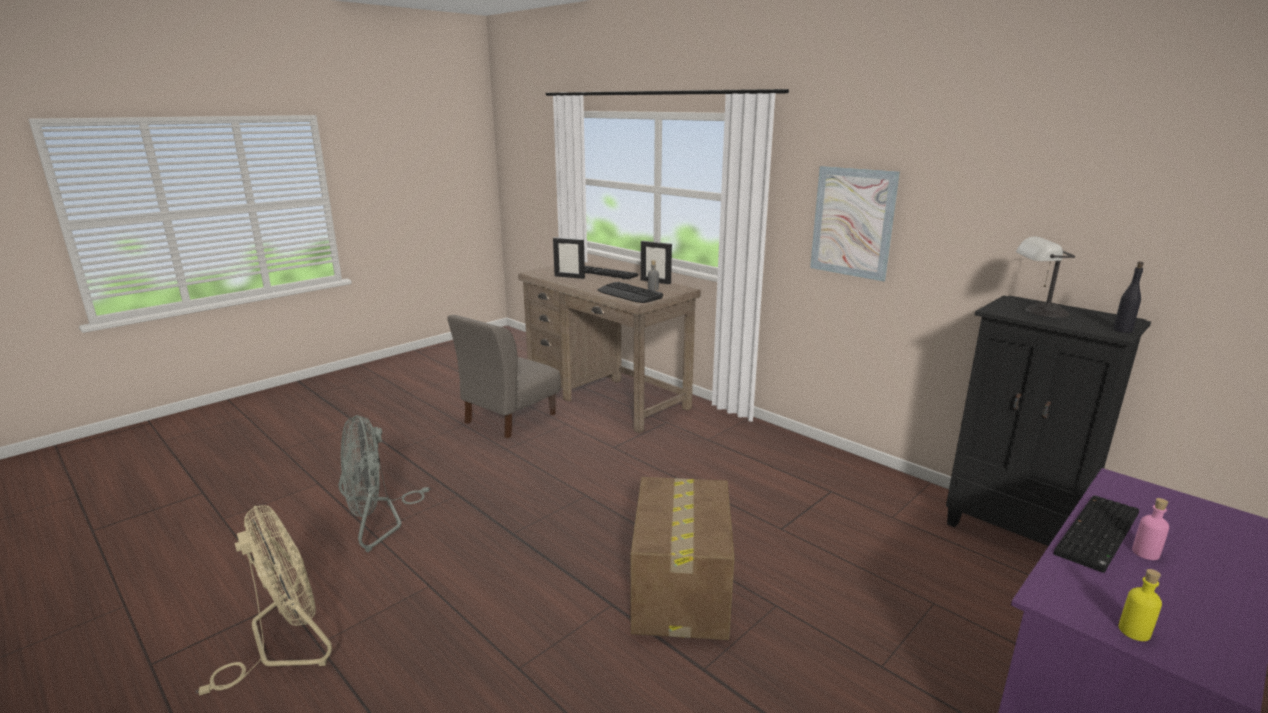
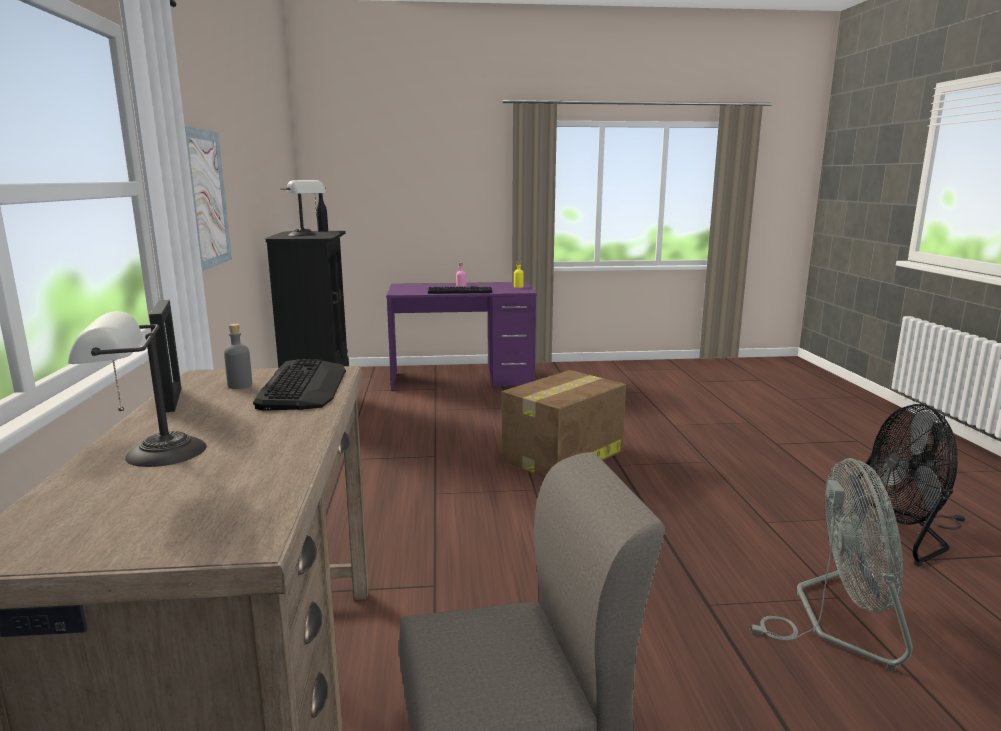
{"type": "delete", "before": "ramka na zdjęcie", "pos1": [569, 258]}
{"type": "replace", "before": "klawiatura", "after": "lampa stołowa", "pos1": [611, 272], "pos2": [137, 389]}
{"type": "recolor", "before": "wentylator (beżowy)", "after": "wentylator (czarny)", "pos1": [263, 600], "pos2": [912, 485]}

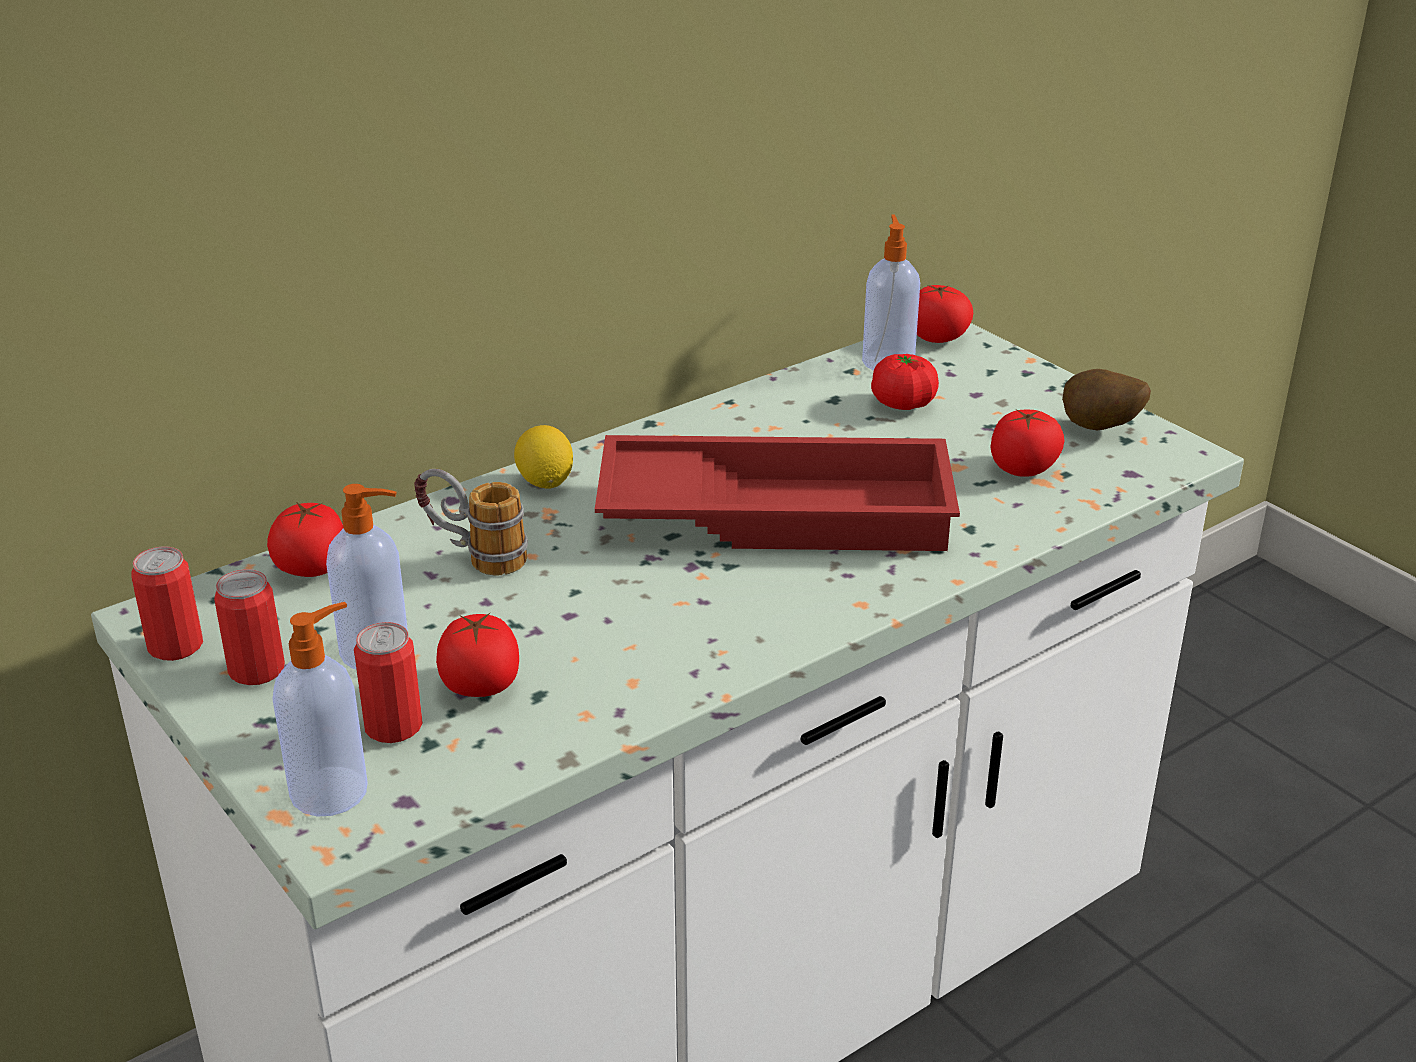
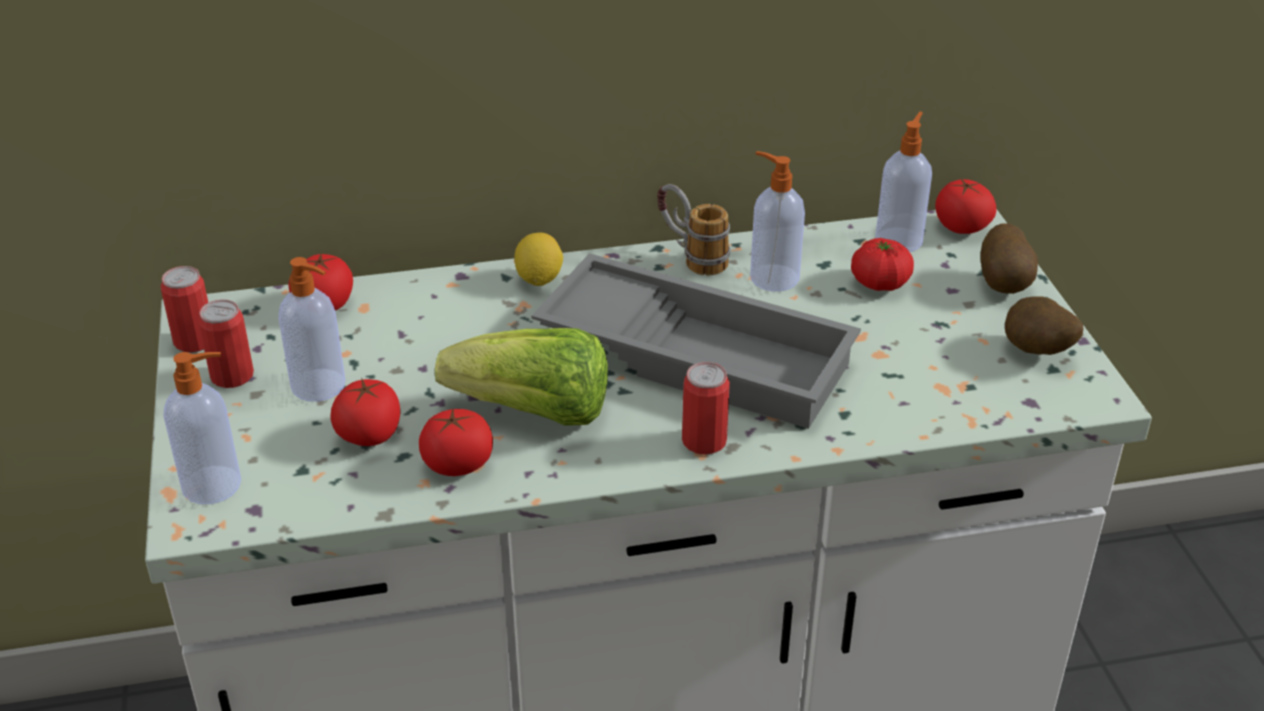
{"type": "move", "before": "pomidor", "pos1": [1027, 443], "pos2": [456, 442]}
{"type": "recolor", "before": "taca (czerwony)", "after": "taca (szary)", "pos1": [777, 493], "pos2": [696, 341]}
{"type": "move", "before": "kubek", "pos1": [471, 522], "pos2": [693, 229]}
{"type": "move", "before": "puszka", "pos1": [388, 682], "pos2": [706, 408]}
{"type": "insert", "after": "dozownik mydła", "pos2": [777, 221]}
{"type": "insert", "after": "ziemniak", "pos2": [1009, 258]}
{"type": "insert", "after": "sałata", "pos2": [521, 377]}

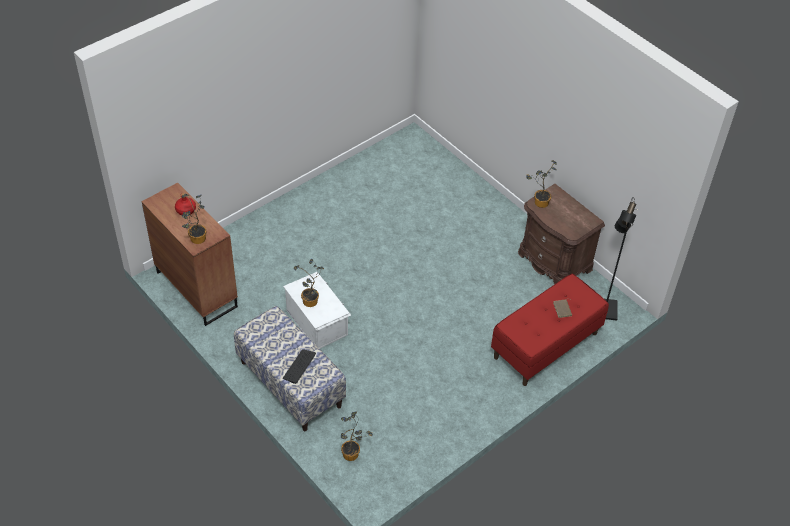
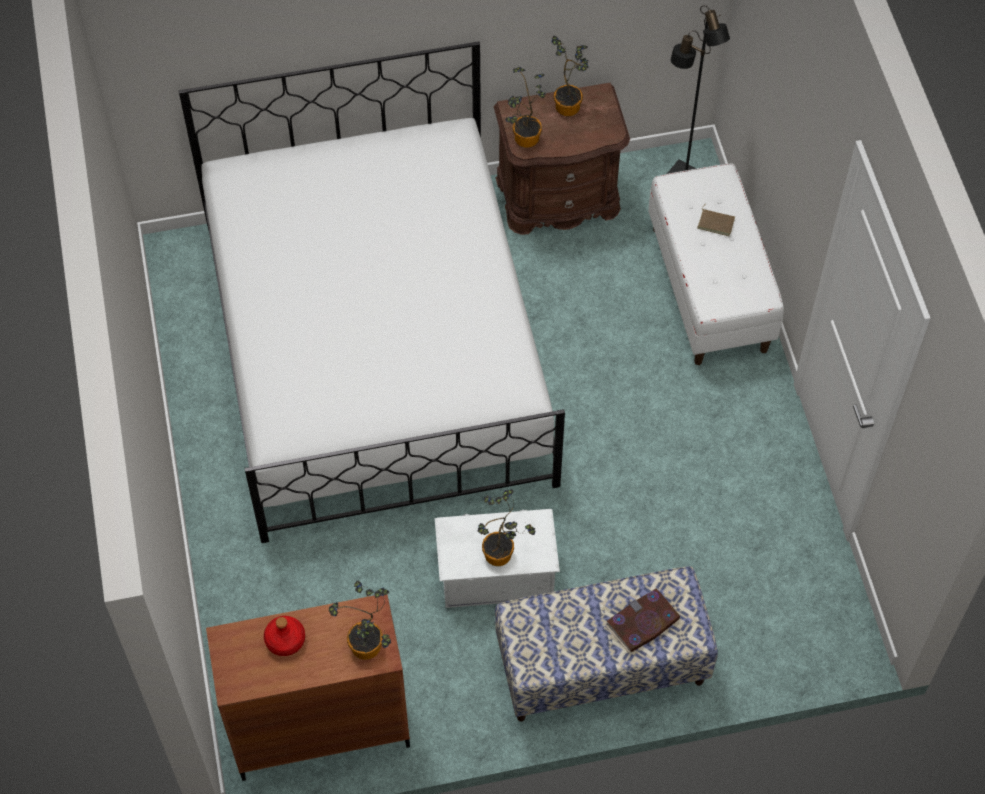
{"type": "recolor", "before": "ławka (czerwony)", "after": "ławka (biały)", "pos1": [550, 329], "pos2": [716, 264]}
{"type": "replace", "before": "klawiatura", "after": "książka", "pos1": [299, 367], "pos2": [643, 620]}
{"type": "move", "before": "roślina doniczkowa", "pos1": [357, 436], "pos2": [570, 76]}
{"type": "insert", "after": "łóżko (biały)", "pos2": [372, 292]}

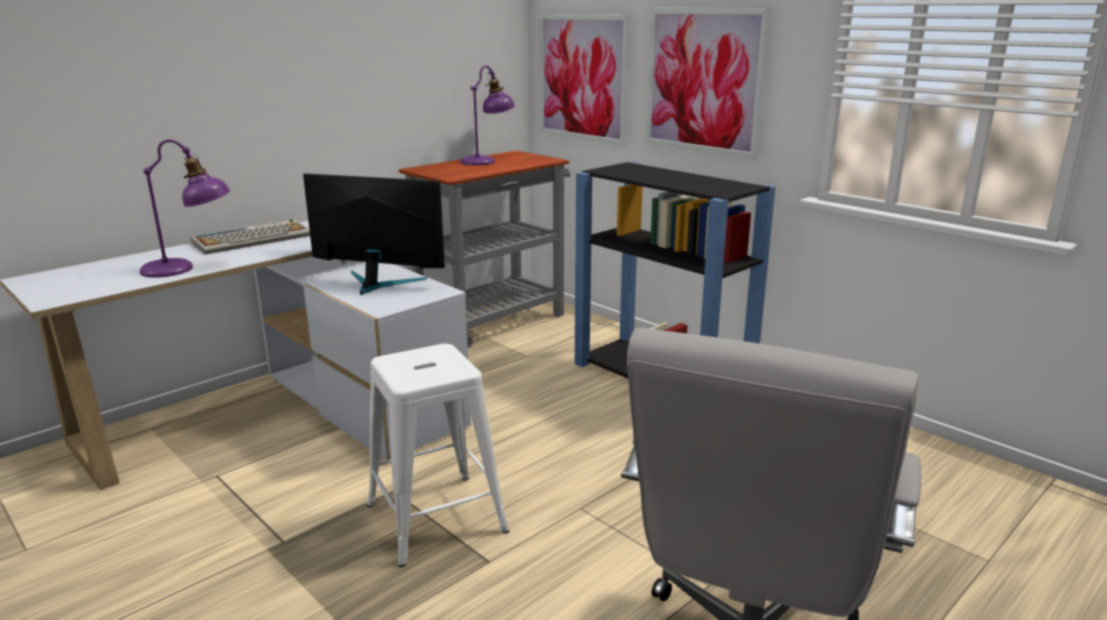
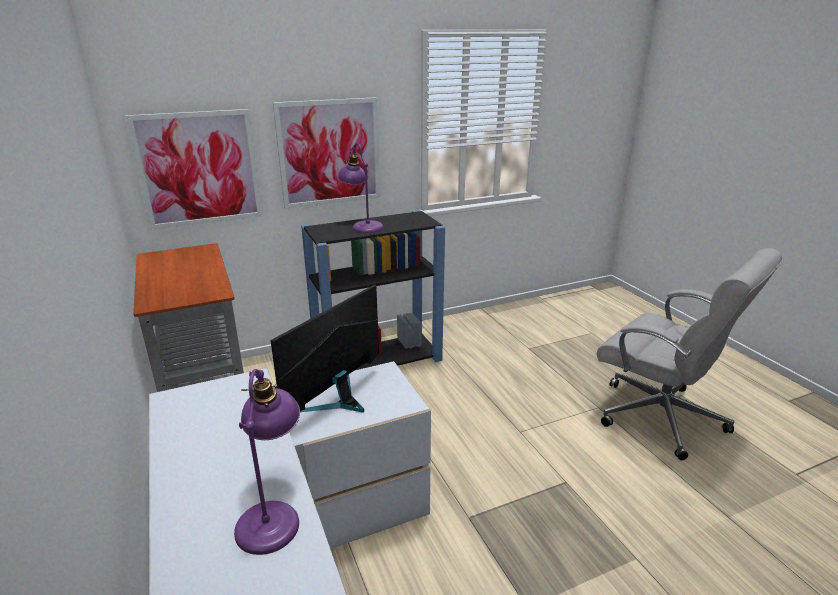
{"type": "move", "before": "lampa stołowa (fioletowy)", "pos1": [487, 115], "pos2": [360, 188]}
{"type": "delete", "before": "klawiatura", "pos1": [250, 237]}
{"type": "delete", "before": "stołek (biały)", "pos1": [438, 455]}

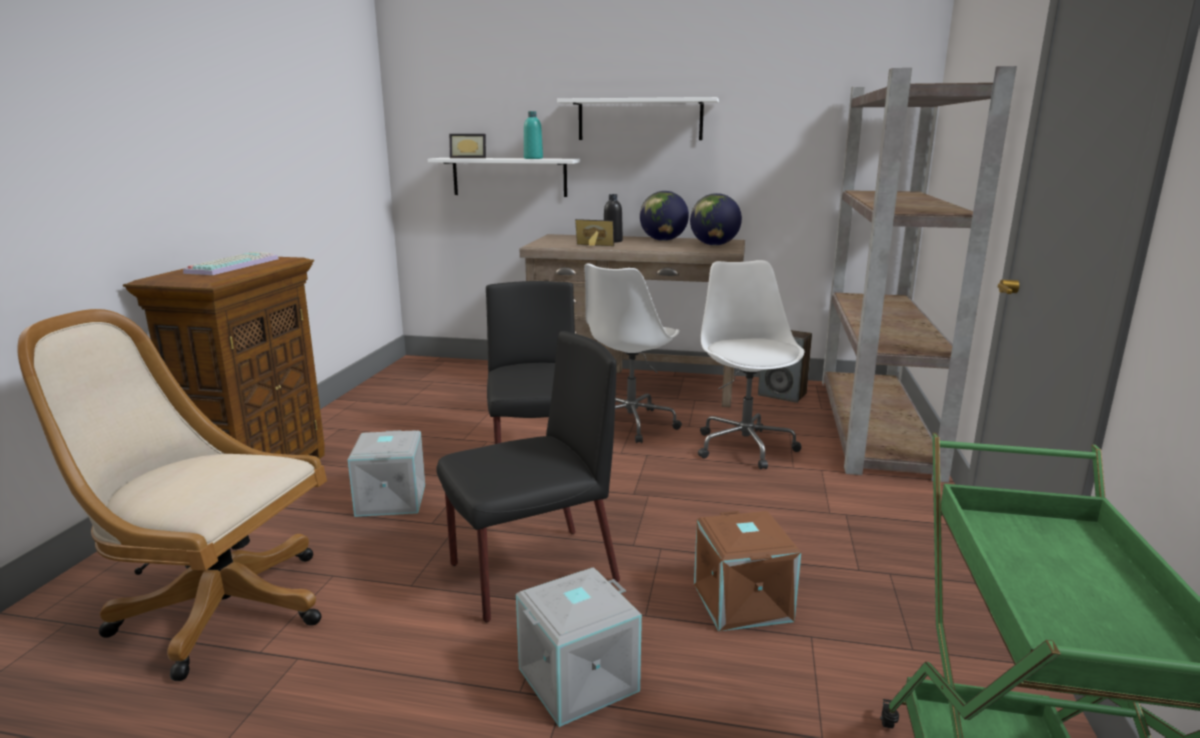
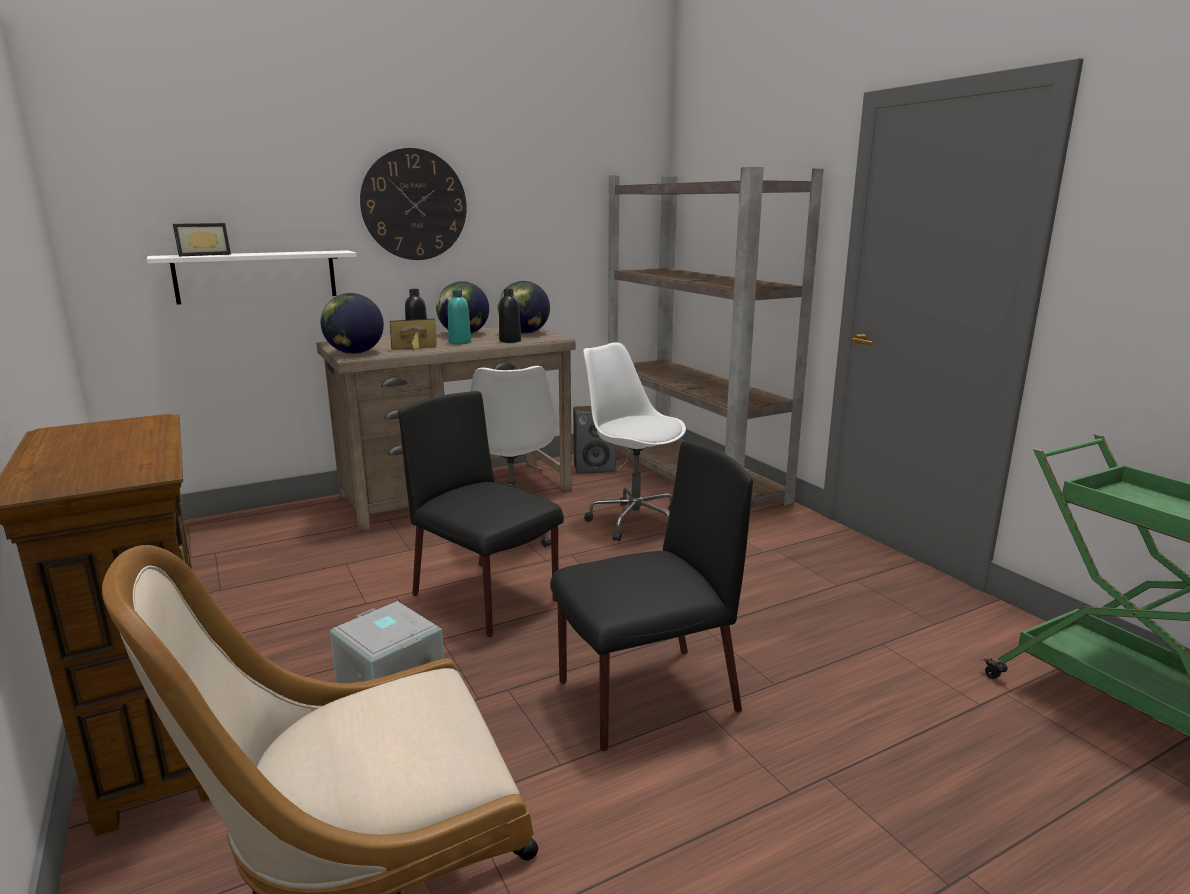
{"type": "replace", "before": "półka (biały)", "after": "zegar ścienny", "pos1": [638, 118], "pos2": [413, 204]}
{"type": "move", "before": "butelka (turkusowy)", "pos1": [533, 135], "pos2": [459, 317]}
{"type": "delete", "before": "klawiatura", "pos1": [231, 263]}
{"type": "rotate", "before": "krzesło (czarny)", "pos1": [528, 476], "pos2": [651, 595], "turn": 45}
{"type": "delete", "before": "pojemnik do przechowywania (brązowy)", "pos1": [747, 571]}
{"type": "delete", "before": "pojemnik do przechowywania (szary)", "pos1": [579, 647]}
{"type": "insert", "after": "butelka (czarny)", "pos2": [510, 316]}
{"type": "insert", "after": "globus", "pos2": [352, 323]}

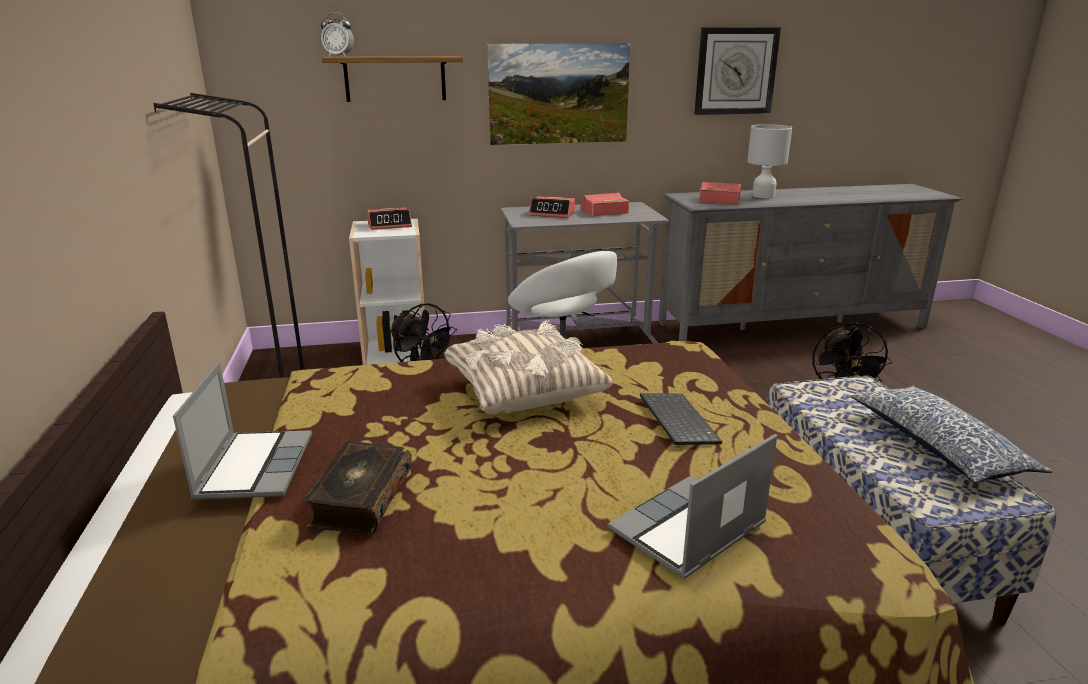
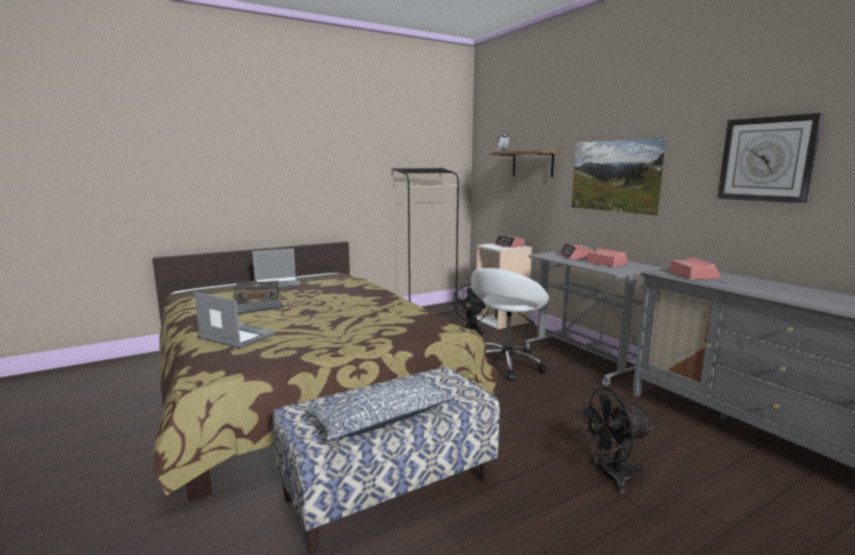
{"type": "delete", "before": "lampa stołowa (szary)", "pos1": [769, 161]}
{"type": "delete", "before": "poduszka (beżowy)", "pos1": [528, 367]}
{"type": "move", "before": "klawiatura", "pos1": [681, 419], "pos2": [261, 306]}

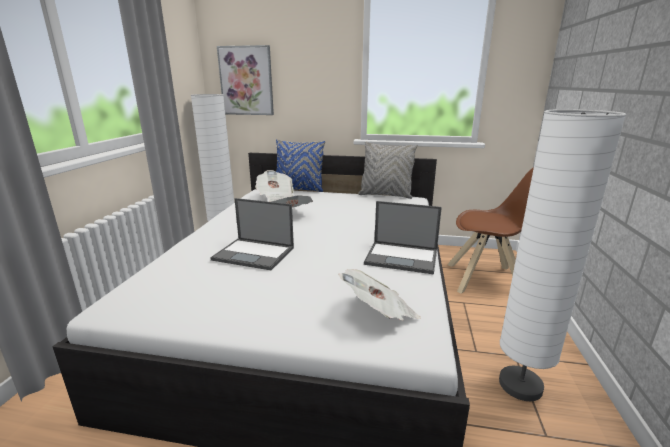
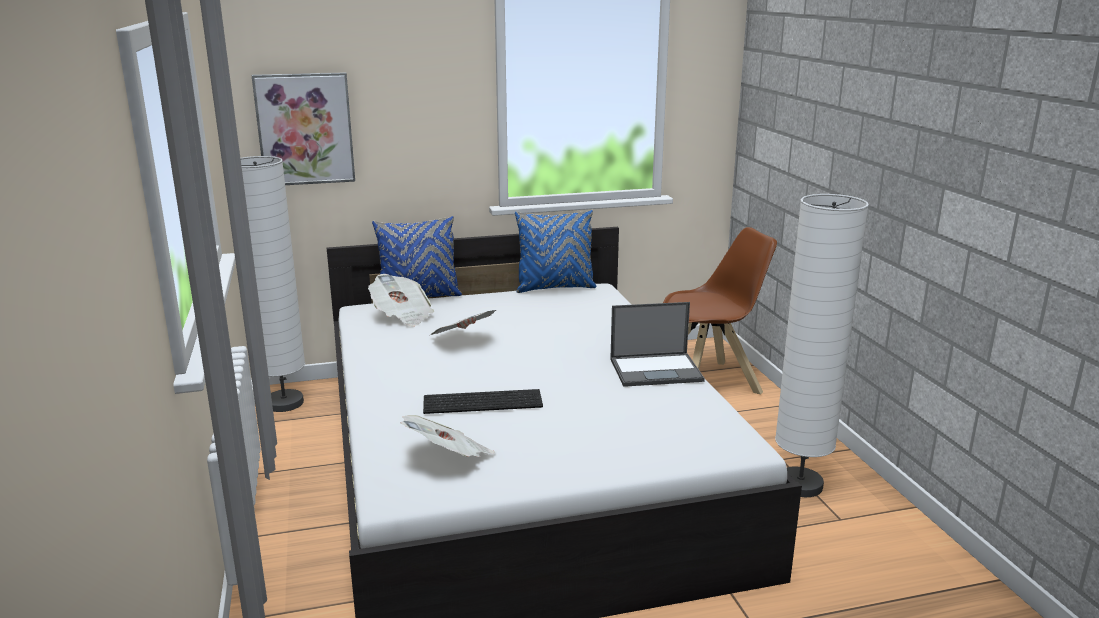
{"type": "recolor", "before": "poduszka (szary)", "after": "poduszka (niebieski)", "pos1": [388, 170], "pos2": [555, 251]}
{"type": "replace", "before": "laptop", "after": "klawiatura", "pos1": [252, 234], "pos2": [483, 401]}
{"type": "move", "before": "gazeta", "pos1": [379, 295], "pos2": [447, 436]}

